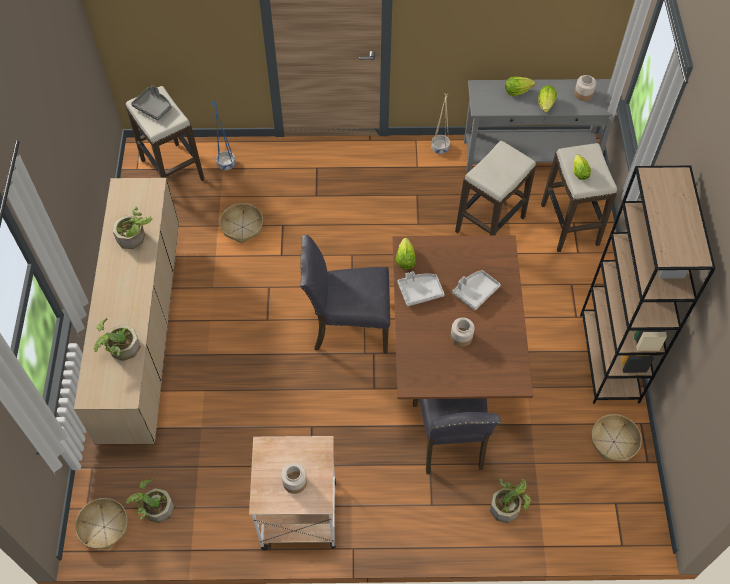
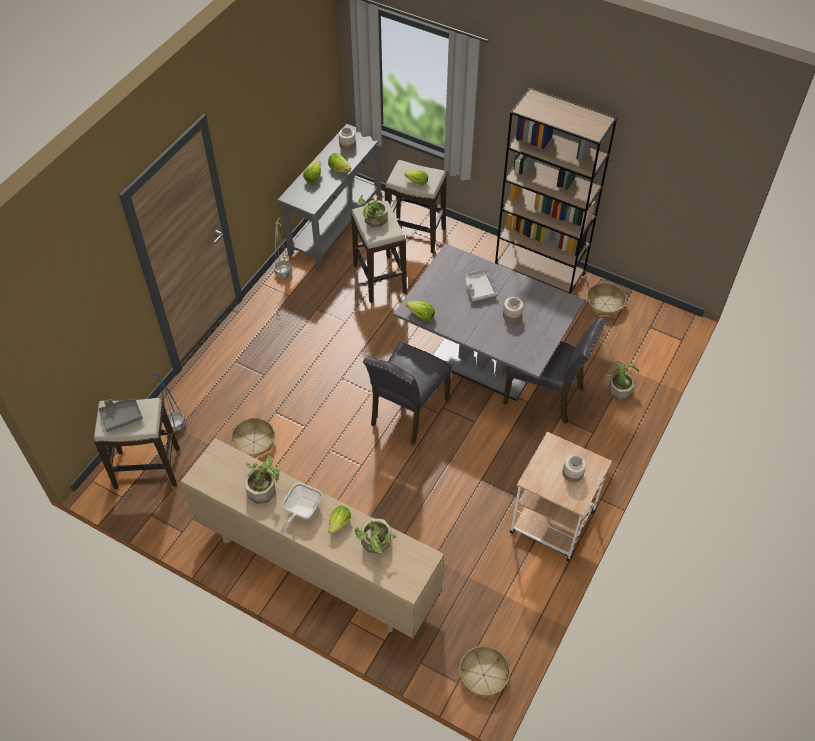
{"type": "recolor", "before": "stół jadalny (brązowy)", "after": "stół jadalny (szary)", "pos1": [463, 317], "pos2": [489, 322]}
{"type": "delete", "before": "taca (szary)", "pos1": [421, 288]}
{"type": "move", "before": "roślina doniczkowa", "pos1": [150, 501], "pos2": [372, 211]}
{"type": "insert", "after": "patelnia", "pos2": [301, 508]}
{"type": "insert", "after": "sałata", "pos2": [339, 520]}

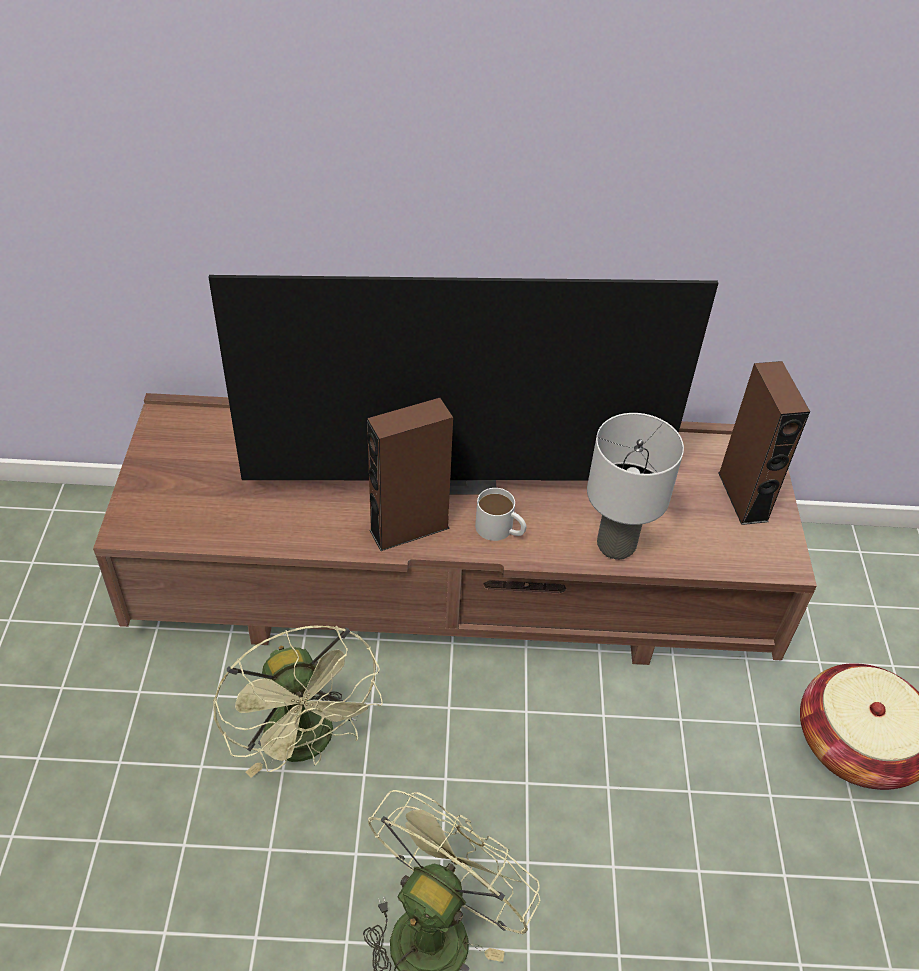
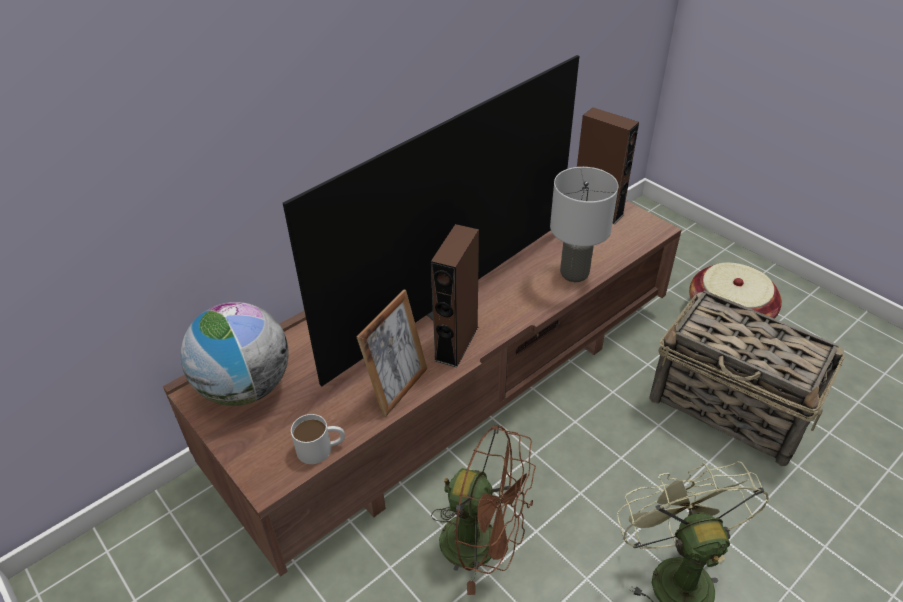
{"type": "move", "before": "kubek (biały)", "pos1": [500, 514], "pos2": [318, 439]}
{"type": "recolor", "before": "wentylator (zielony)", "after": "wentylator (brązowy)", "pos1": [298, 702], "pos2": [483, 509]}
{"type": "insert", "after": "ramka na zdjęcie", "pos2": [391, 353]}
{"type": "insert", "after": "koszyk", "pos2": [747, 378]}
{"type": "insert", "after": "globus", "pos2": [235, 354]}

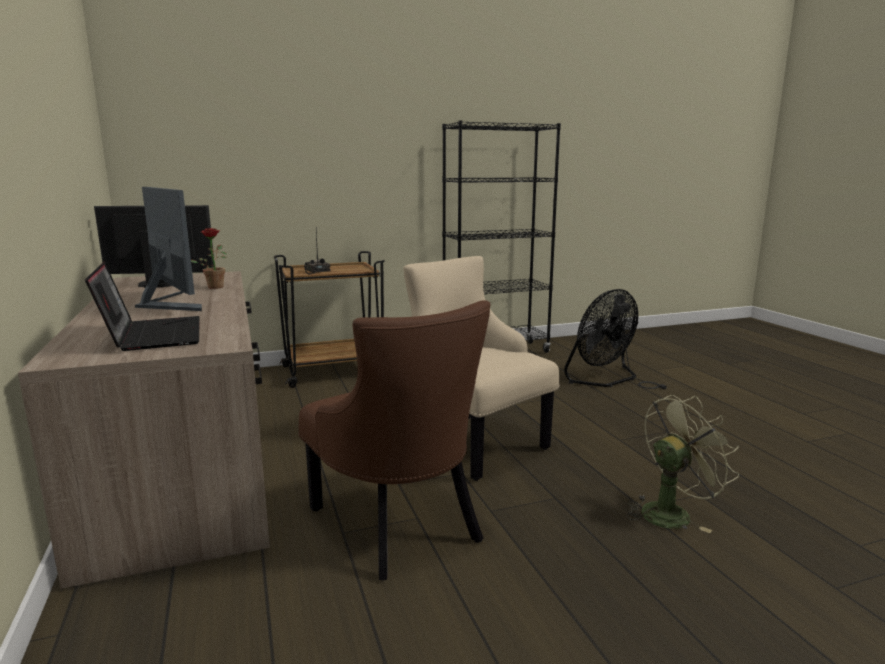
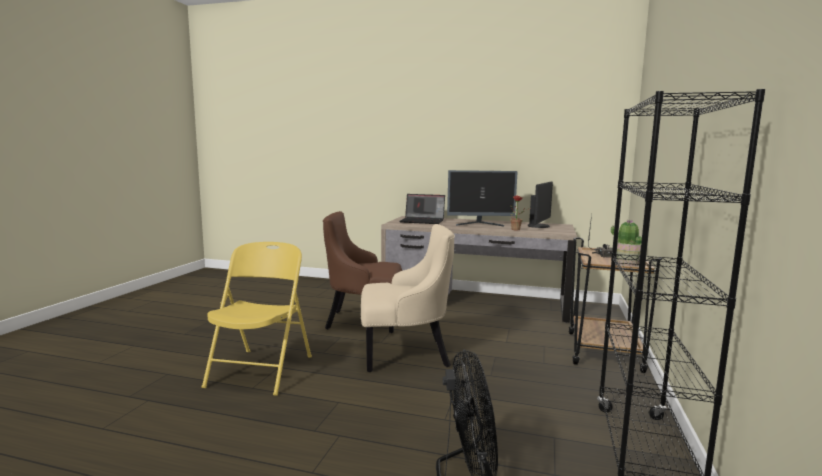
{"type": "replace", "before": "wentylator (zielony)", "after": "krzesło (żółty)", "pos1": [683, 464], "pos2": [256, 319]}
{"type": "insert", "after": "roślina doniczkowa", "pos2": [626, 243]}

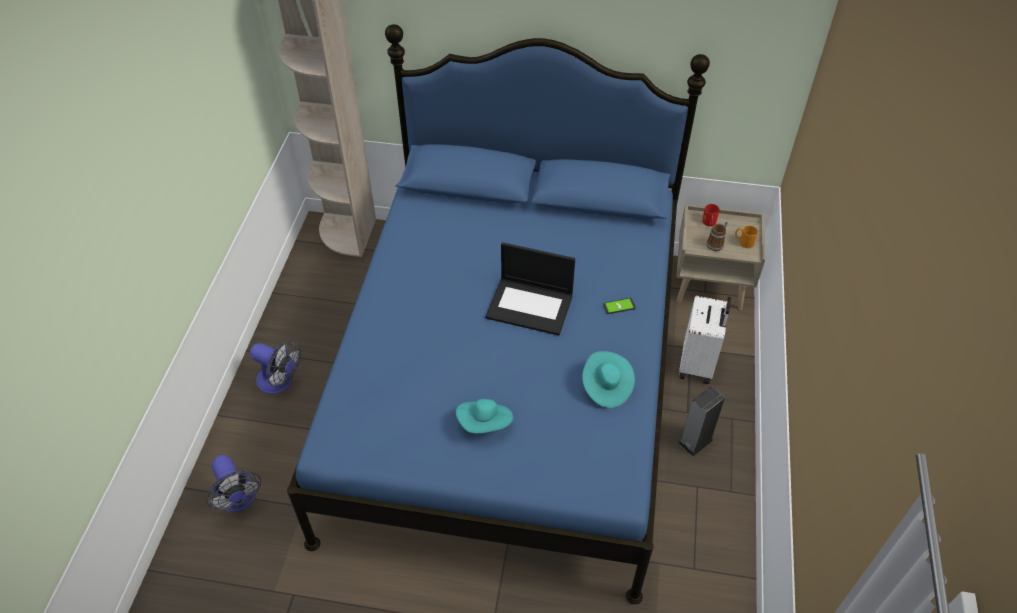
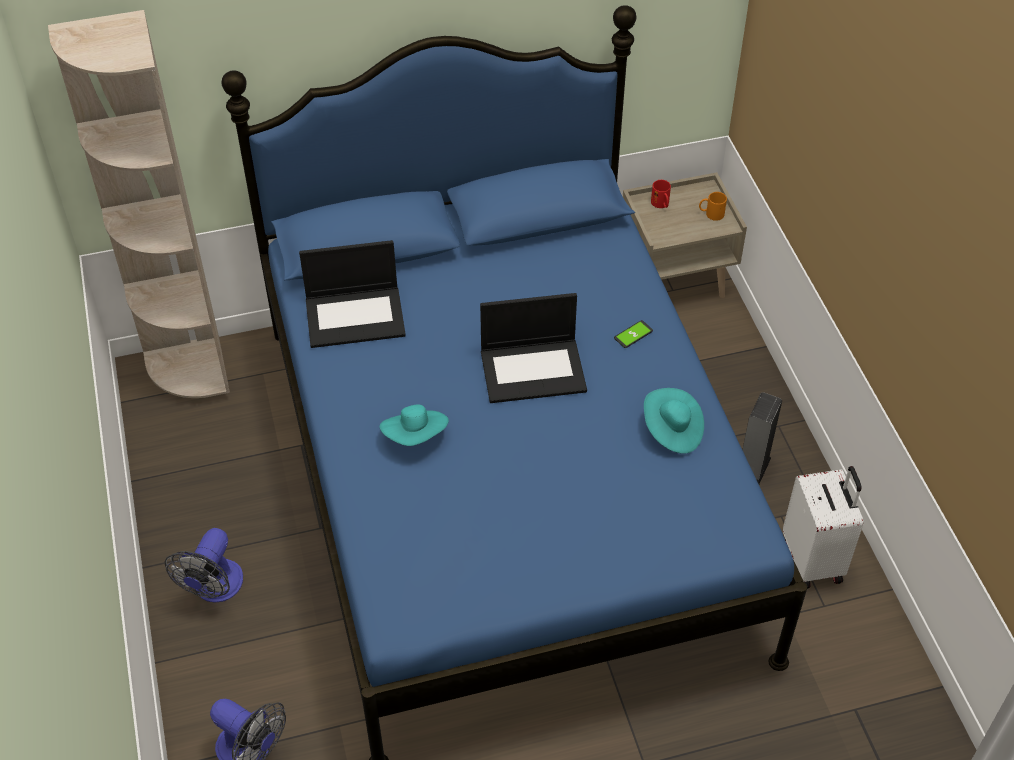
{"type": "delete", "before": "kubek", "pos1": [717, 236]}
{"type": "move", "before": "walizka (biały)", "pos1": [705, 339], "pos2": [823, 527]}
{"type": "rotate", "before": "wentylator", "pos1": [275, 367], "pos2": [204, 565], "turn": 105}
{"type": "move", "before": "kapelusz (turkusowy)", "pos1": [484, 416], "pos2": [414, 425]}
{"type": "insert", "after": "laptop", "pos2": [352, 294]}

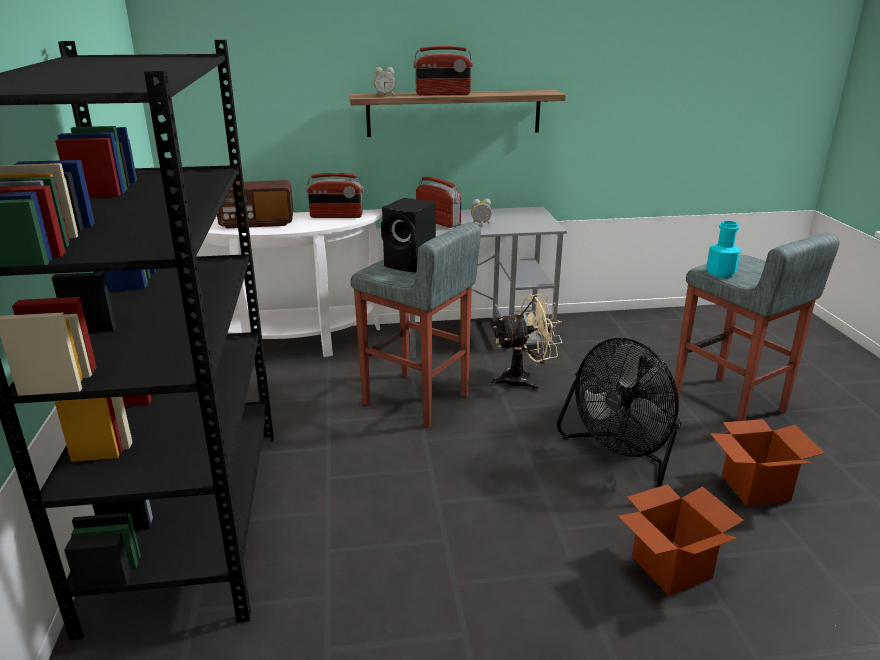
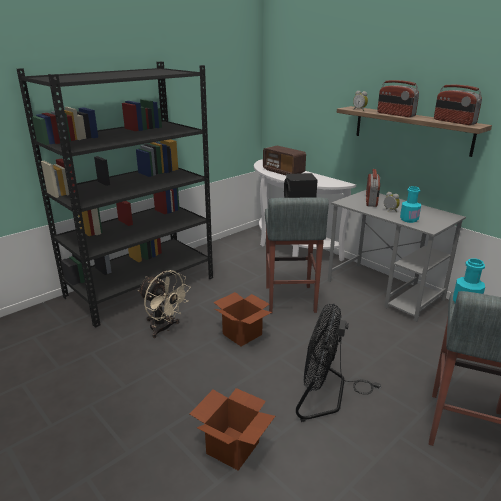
{"type": "move", "before": "radio", "pos1": [334, 195], "pos2": [458, 105]}
{"type": "move", "before": "wentylator (beżowy)", "pos1": [526, 342], "pos2": [164, 304]}
{"type": "move", "before": "karton", "pos1": [767, 462], "pos2": [242, 319]}
{"type": "insert", "after": "butelka (turkusowy)", "pos2": [410, 204]}

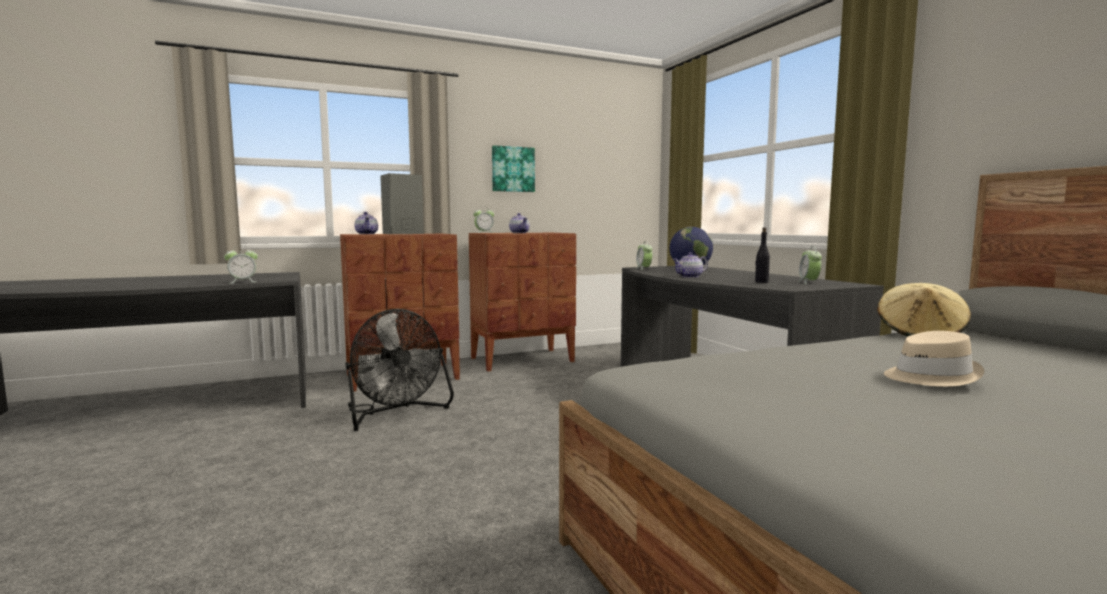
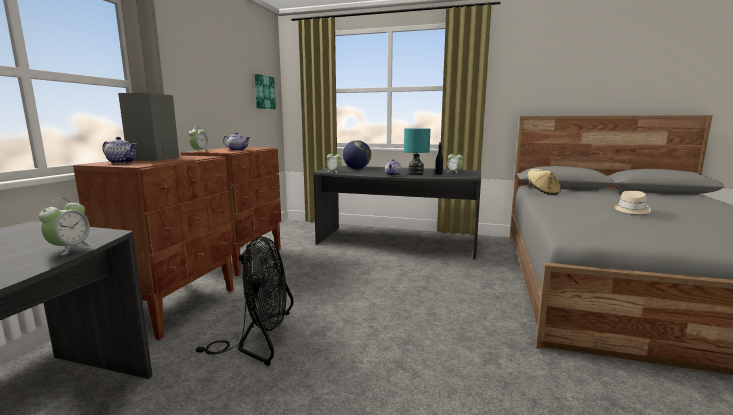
{"type": "move", "before": "obraz", "pos1": [513, 168], "pos2": [265, 91]}
{"type": "insert", "after": "lampa stołowa (turkusowy)", "pos2": [417, 151]}

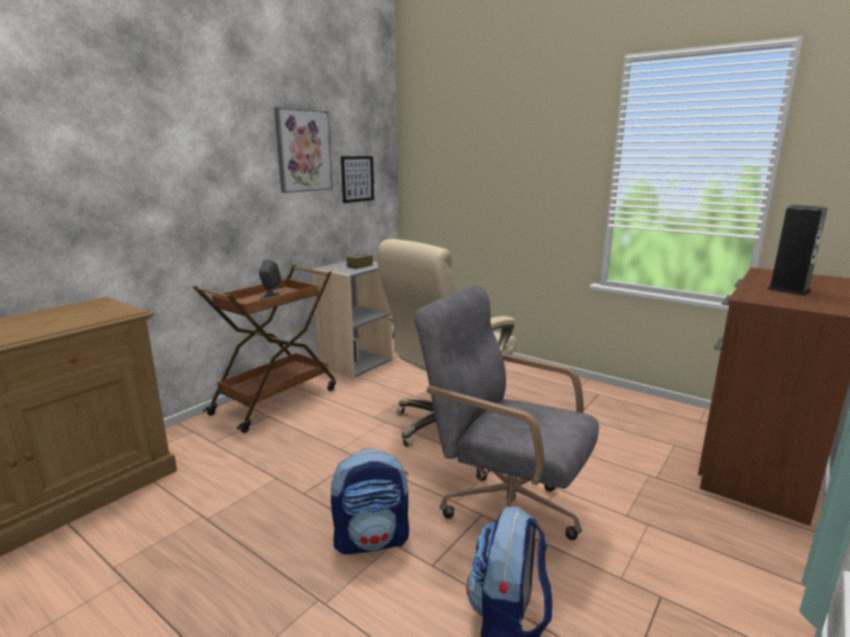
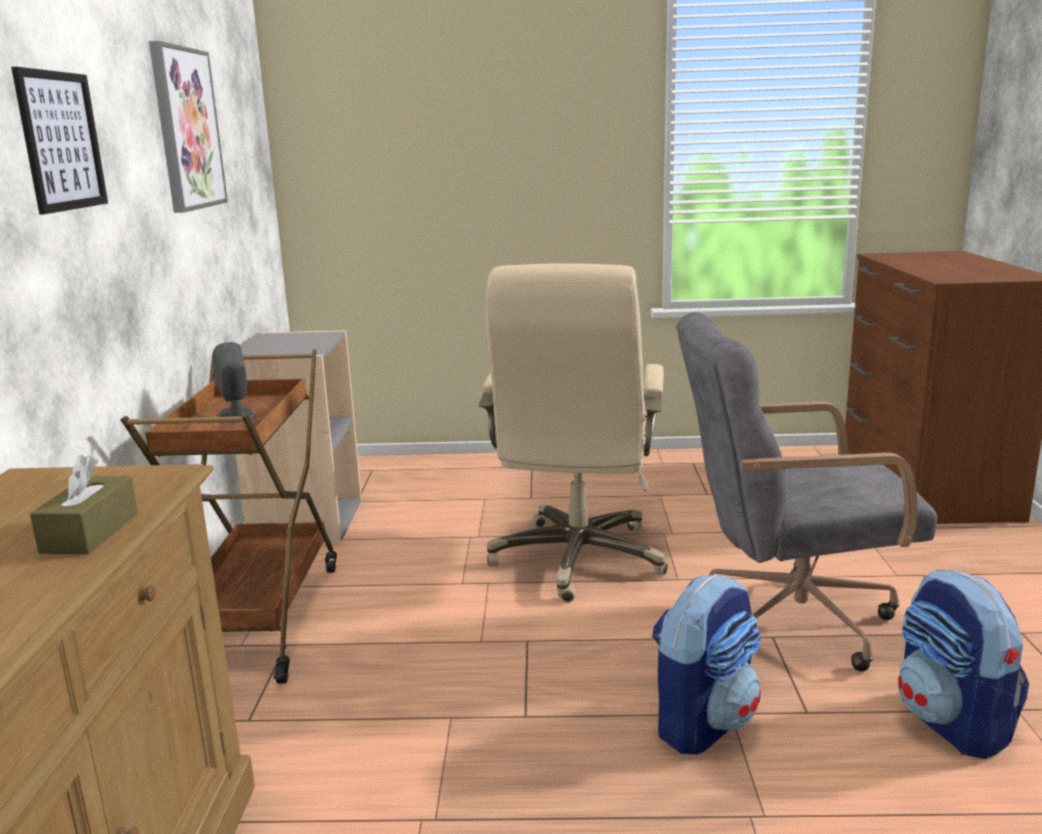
{"type": "move", "before": "obraz", "pos1": [357, 179], "pos2": [59, 141]}
{"type": "delete", "before": "głośnik", "pos1": [797, 250]}
{"type": "move", "before": "pudełko chusteczek (brązowy)", "pos1": [359, 257], "pos2": [84, 504]}

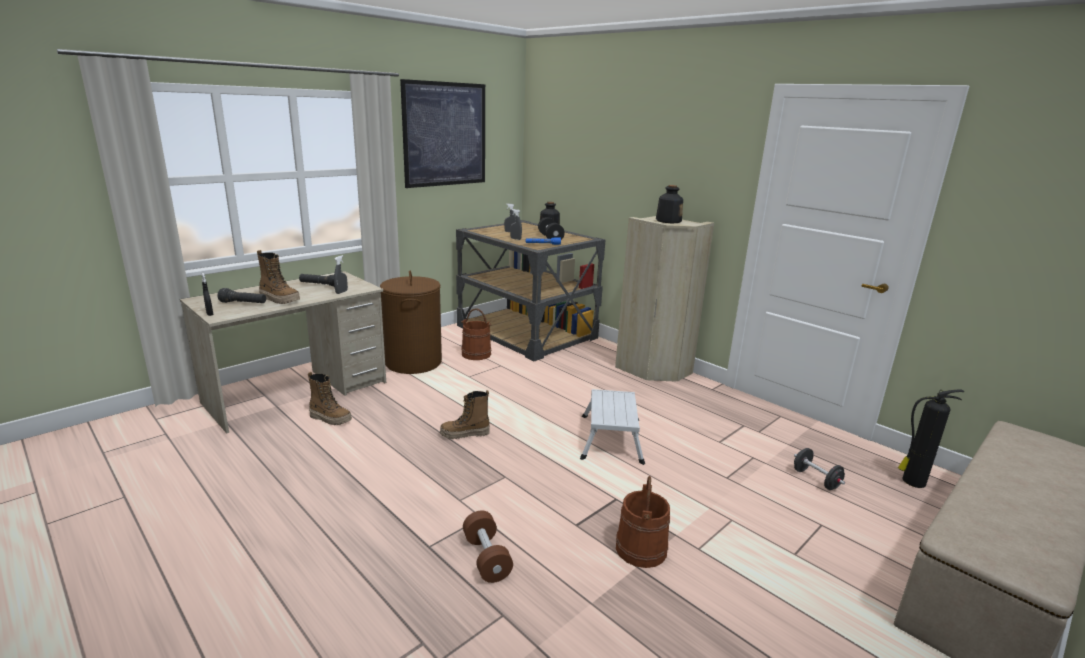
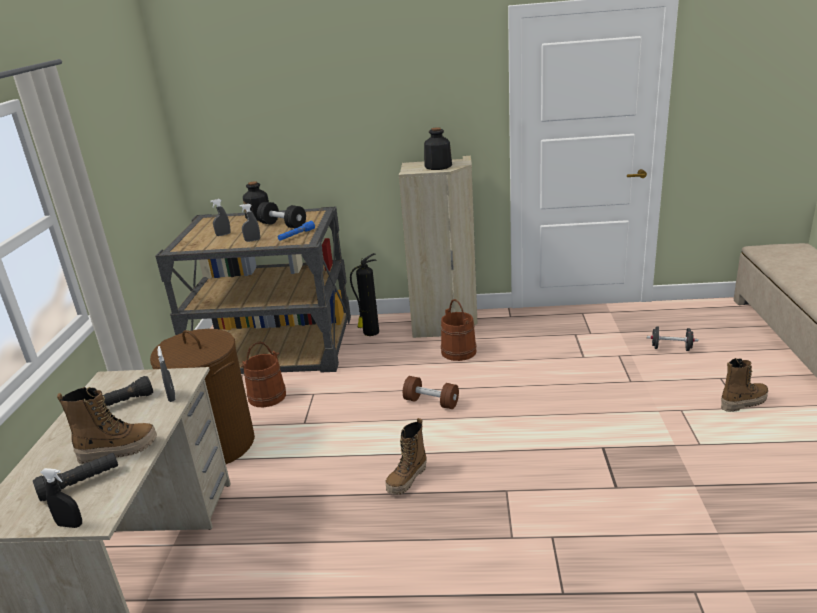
{"type": "delete", "before": "obraz", "pos1": [442, 133]}
{"type": "move", "before": "but z cholewką", "pos1": [330, 398], "pos2": [744, 385]}
{"type": "delete", "before": "drabinka (biały)", "pos1": [612, 427]}
{"type": "move", "before": "gaśnica", "pos1": [931, 439], "pos2": [364, 294]}
{"type": "move", "before": "wiadro (brązowy)", "pos1": [643, 522], "pos2": [459, 330]}
{"type": "move", "before": "hantel (brązowy)", "pos1": [488, 546], "pos2": [431, 392]}

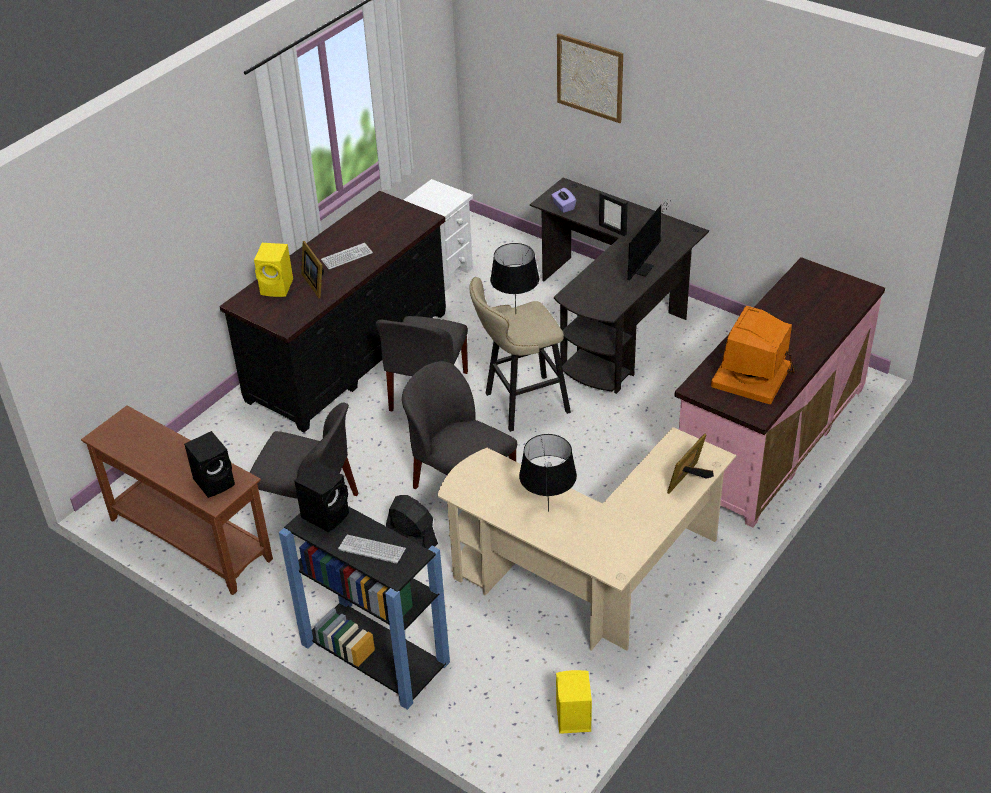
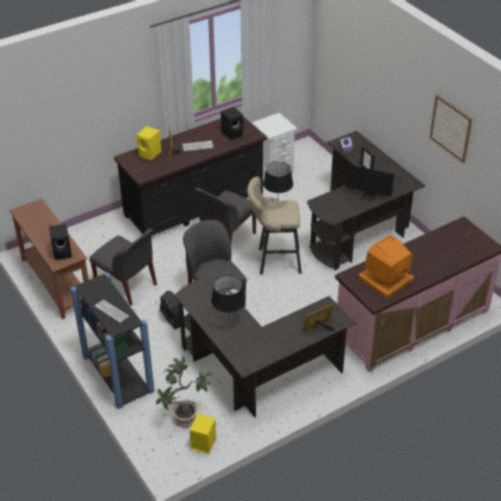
{"type": "move", "before": "obraz", "pos1": [590, 78], "pos2": [451, 128]}
{"type": "rotate", "before": "monitor", "pos1": [648, 240], "pos2": [374, 182], "turn": 60}
{"type": "recolor", "before": "biurko (beżowy)", "after": "biurko (czarny)", "pos1": [586, 539], "pos2": [265, 347]}
{"type": "move", "before": "głośnik (czarny)", "pos1": [321, 497], "pos2": [232, 123]}
{"type": "insert", "after": "roślina doniczkowa", "pos2": [184, 391]}

